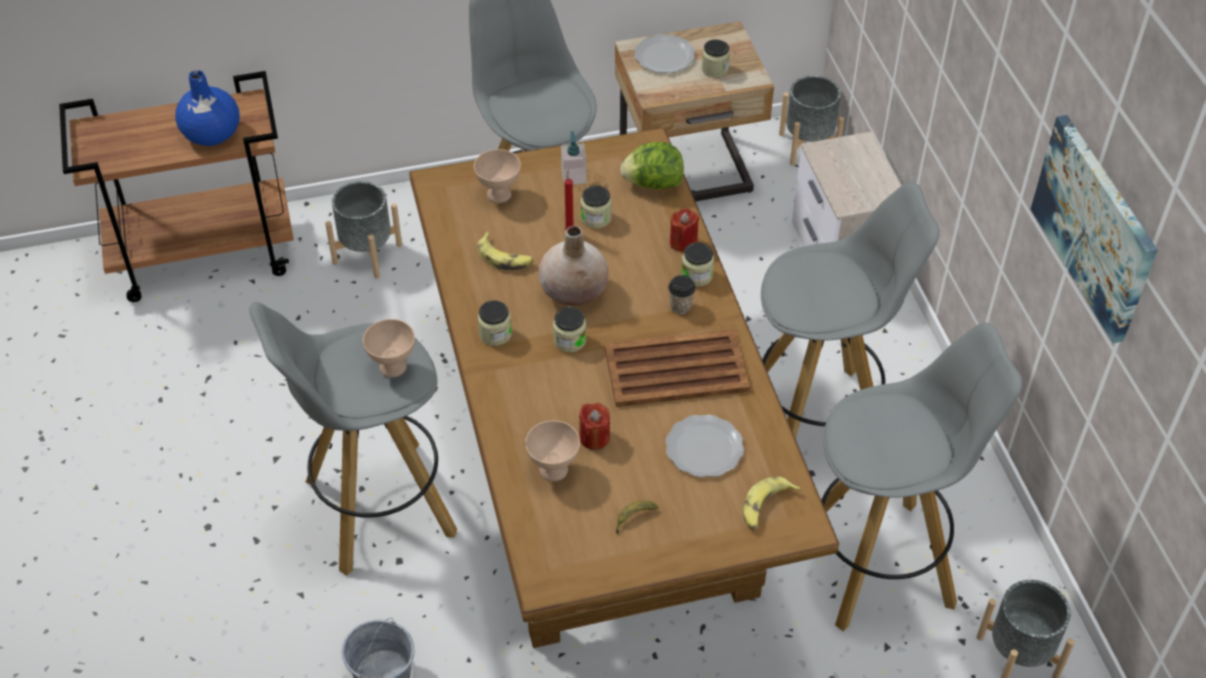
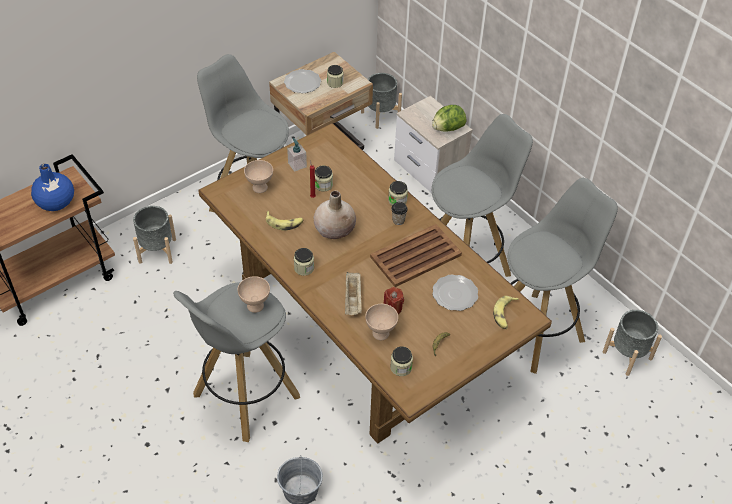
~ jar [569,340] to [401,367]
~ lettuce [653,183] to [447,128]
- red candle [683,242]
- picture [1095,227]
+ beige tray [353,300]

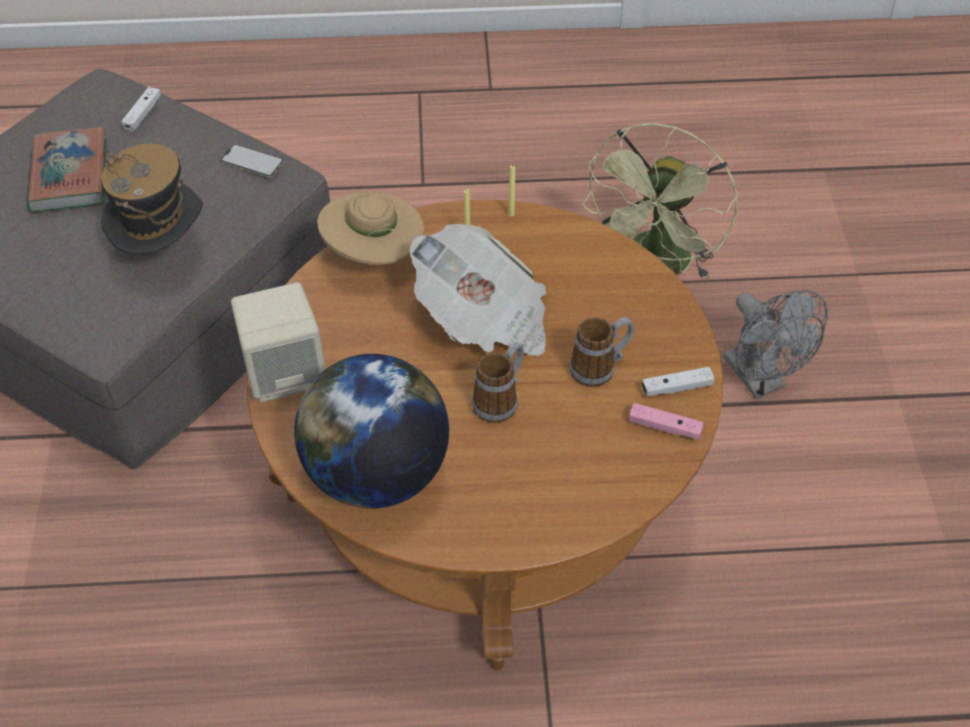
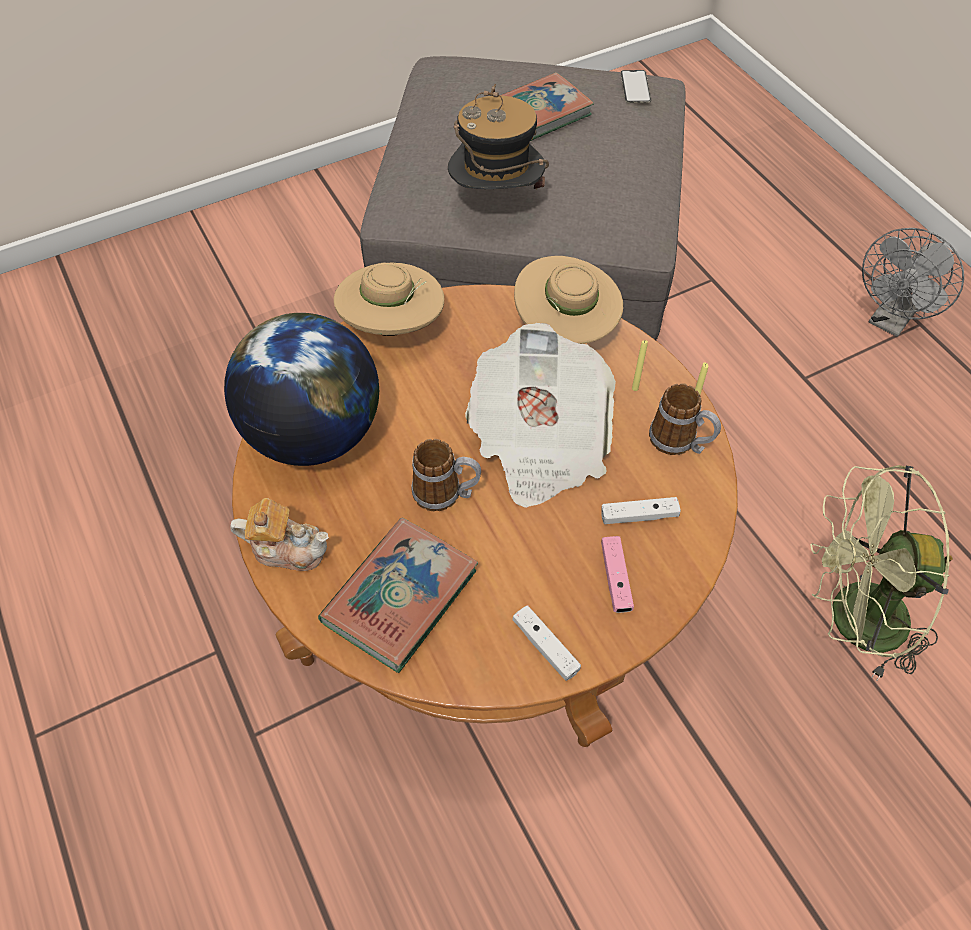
~ white game controller [143,114] to [639,516]
~ phone [252,161] to [635,87]
~ beige speaker [285,373] to beige hat [392,326]
~ mug [600,367] to [680,442]
~ pink game controller [664,427] to [615,579]
~ grey fan [760,380] to [890,321]
+ teapot [287,548]
+ book [400,597]

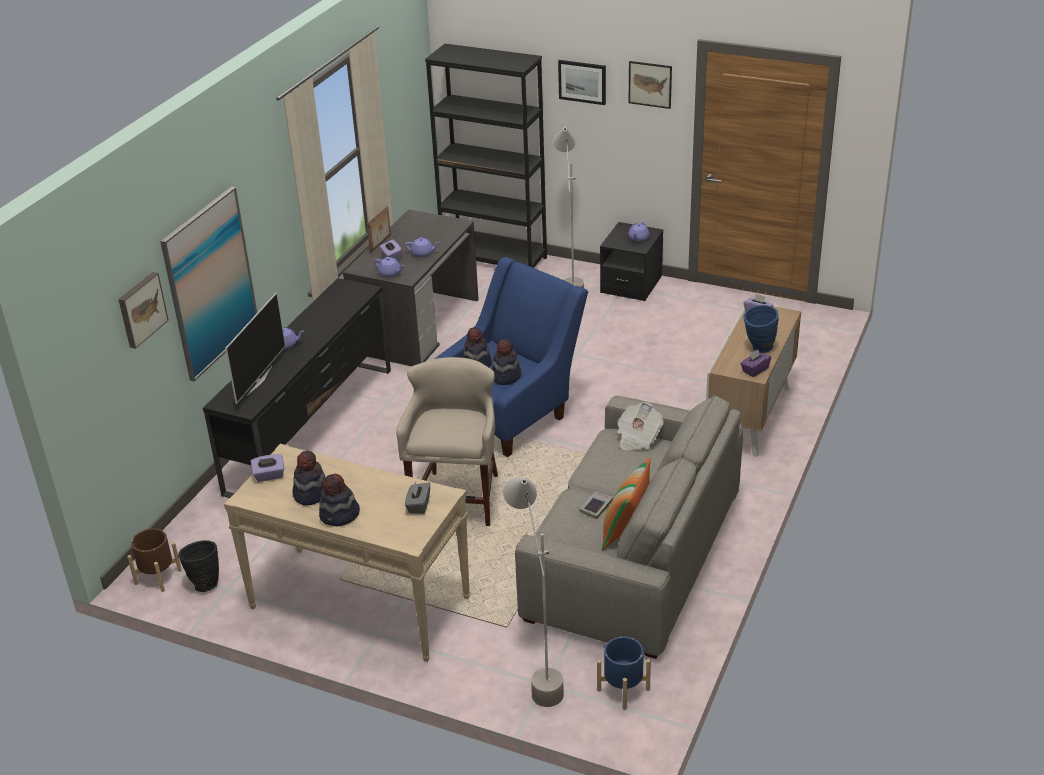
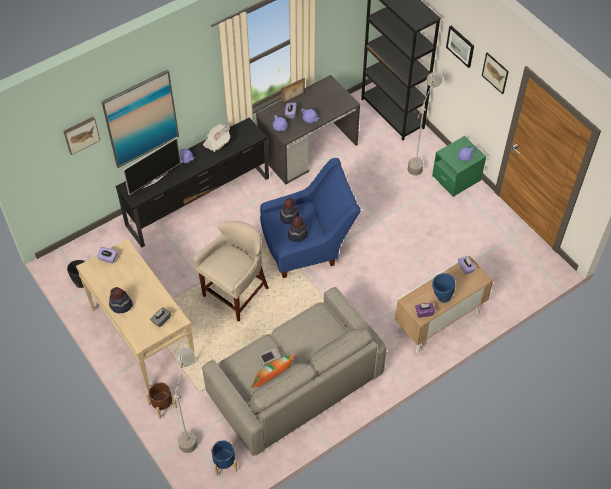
~ brown planter [158,577] to [162,406]
- hat [311,493]
~ black nightstand [631,285] to green nightstand [456,178]
~ newspaper [637,438] to [217,142]

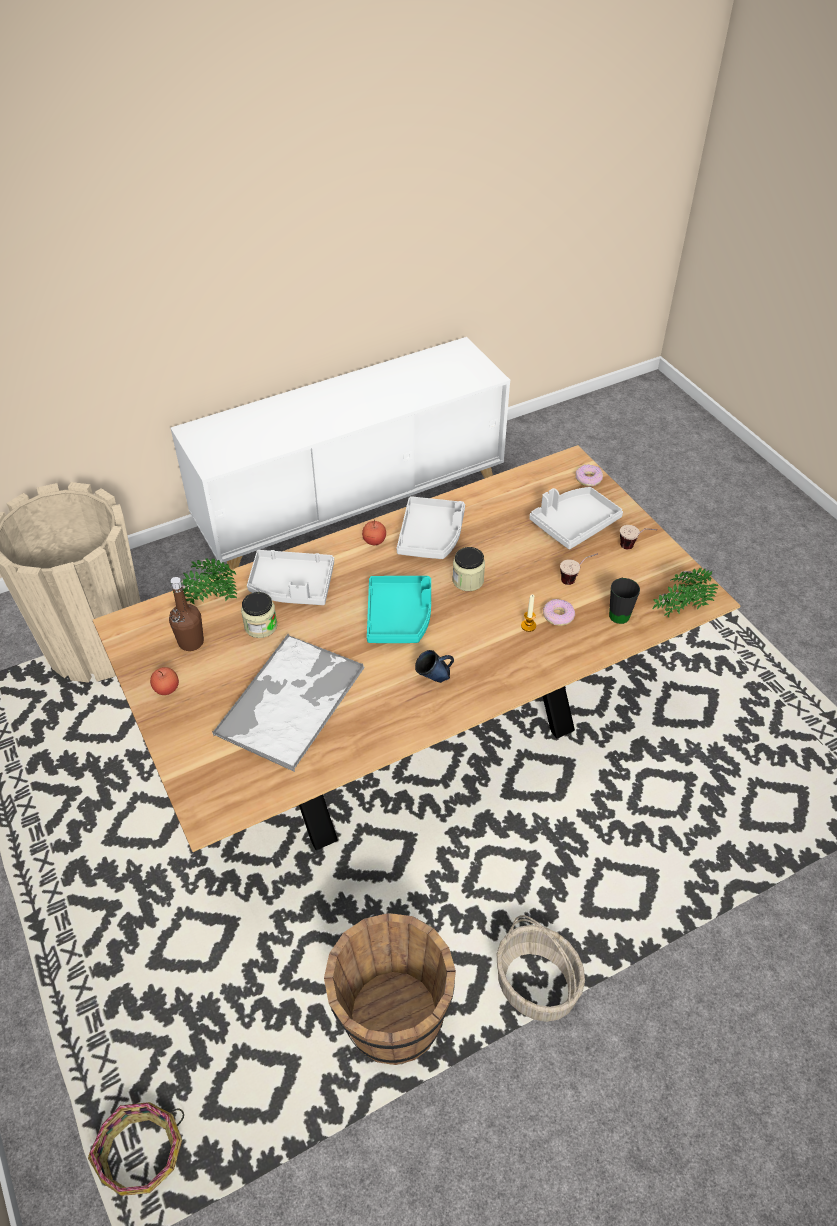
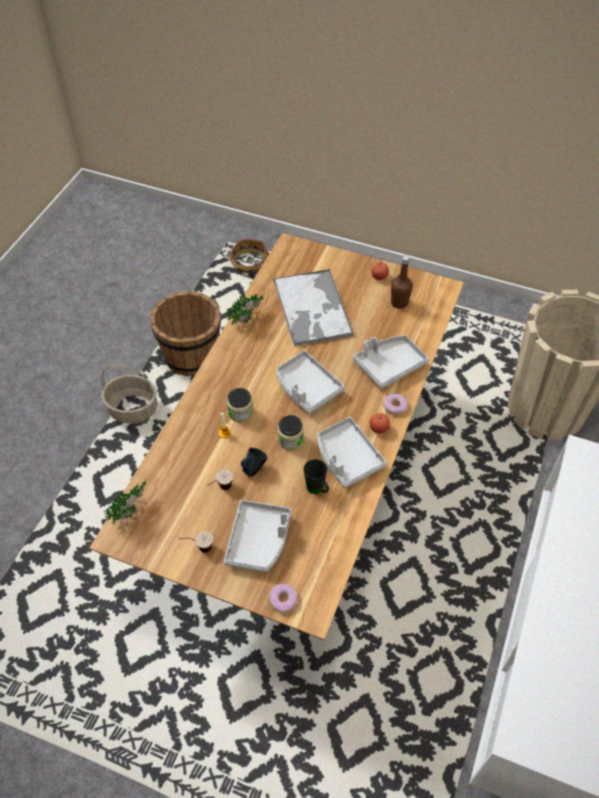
~ potted plant [209,599] to [248,319]
~ jar [260,626] to [240,412]
~ turquoise tray [399,617] to grey tray [306,388]
~ blue mug [434,679] to [254,469]
~ donut [558,616] to [395,406]
~ black mug [618,612] to [317,490]

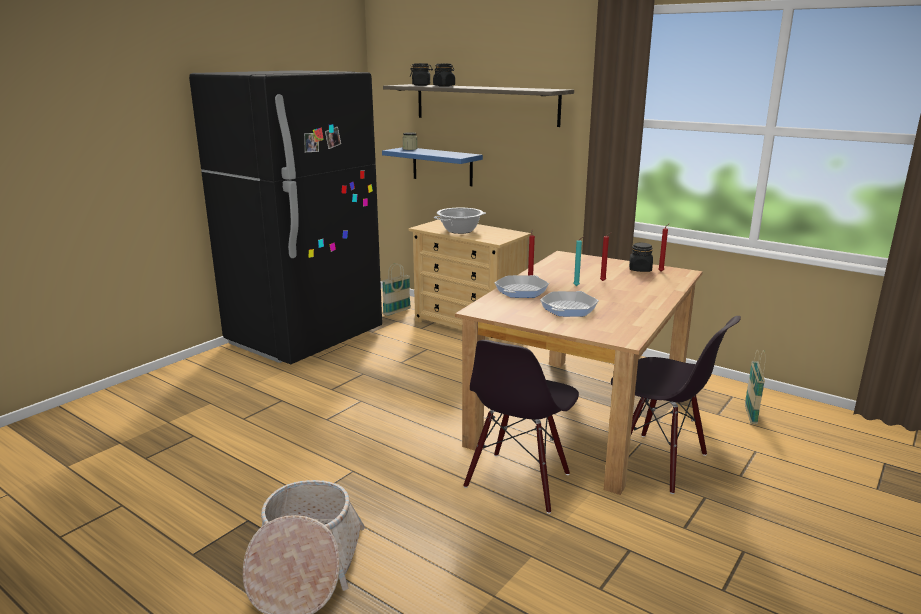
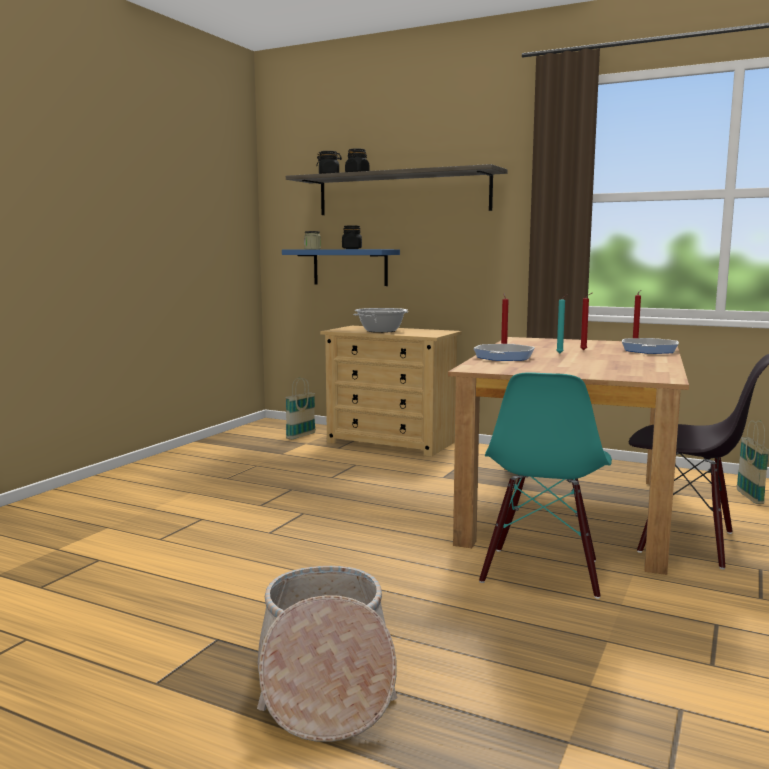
- black fridge [305,338]
~ black chair [518,481] to turquoise chair [541,572]
~ frying pan [568,308] to [649,350]
~ black jar [640,269] to [352,249]

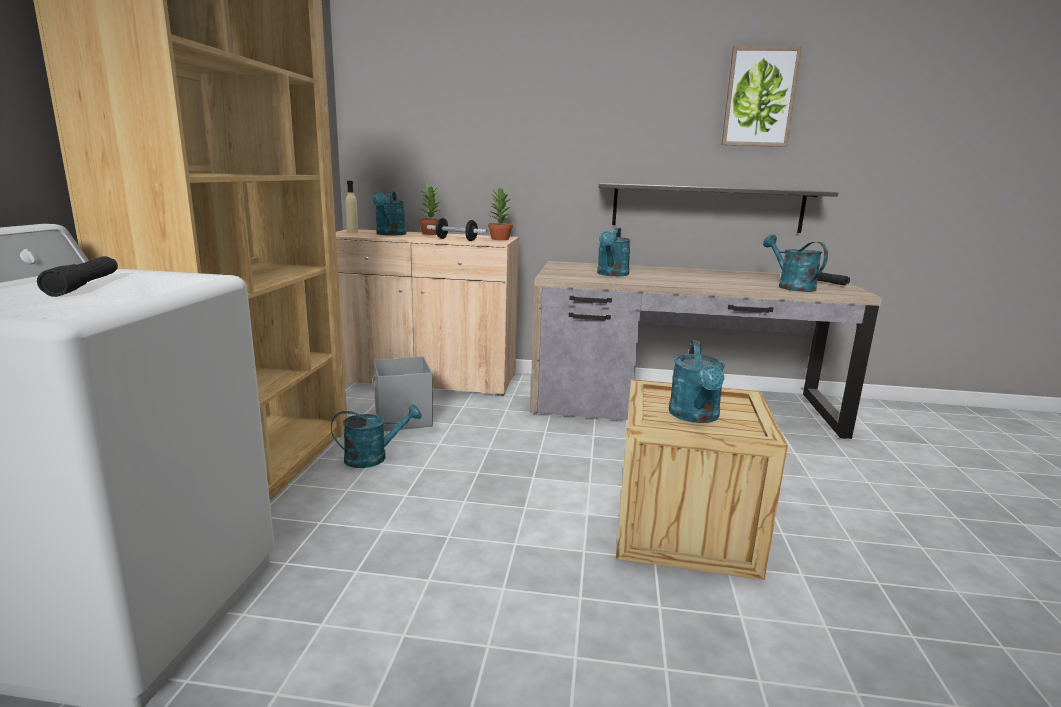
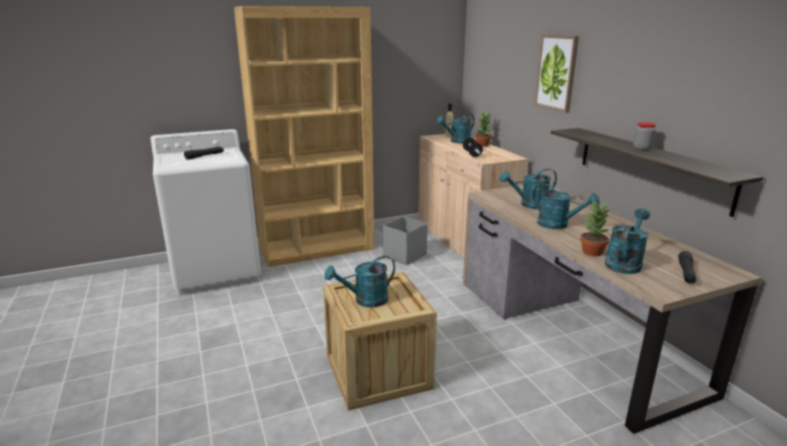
~ turquoise watering can [374,458] to [558,225]
~ potted plant [499,239] to [591,252]
~ picture [759,97] to [556,72]
+ jar [642,149]

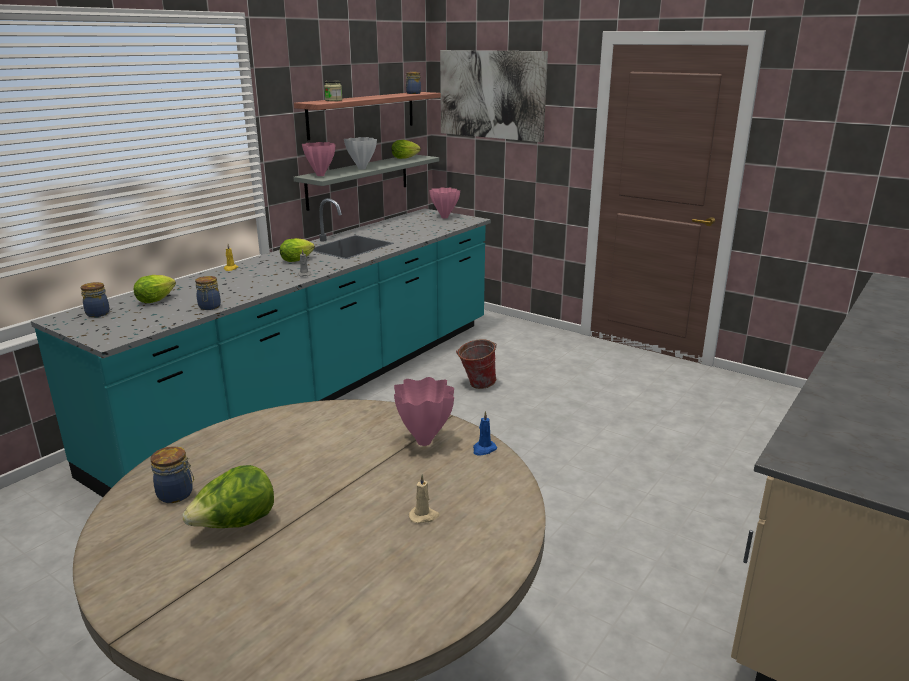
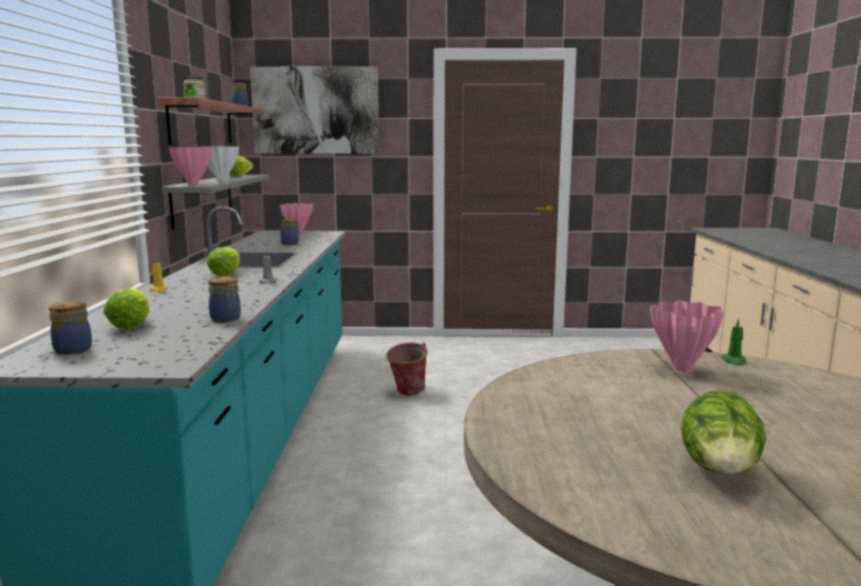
~ jar [177,494] to [290,244]
- beige candle [424,516]
~ blue candle [483,449] to green candle [734,361]

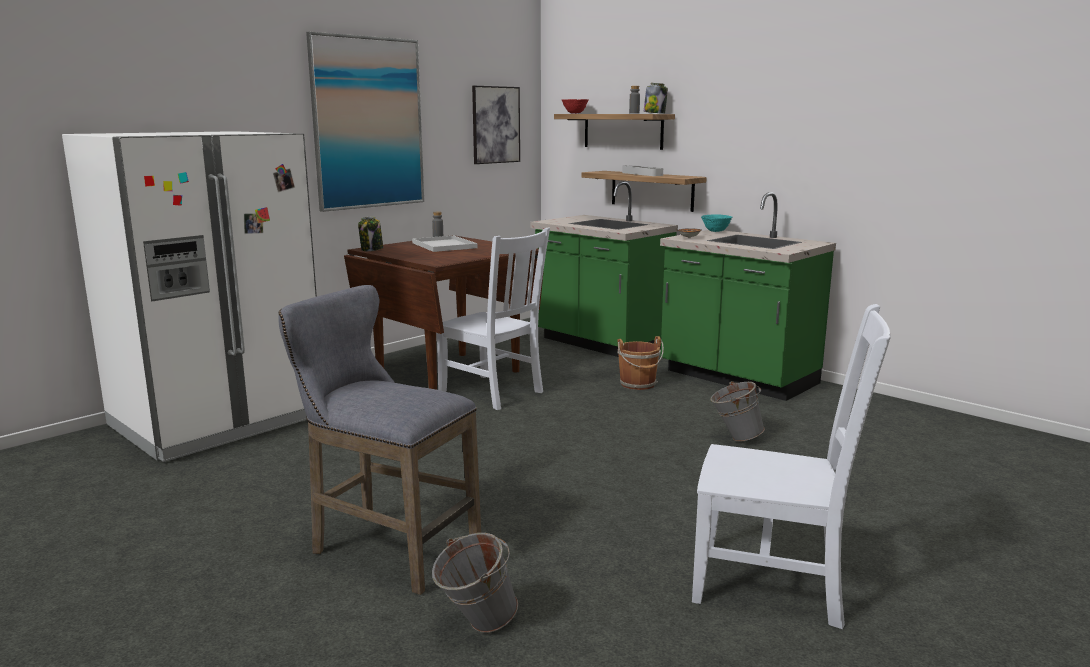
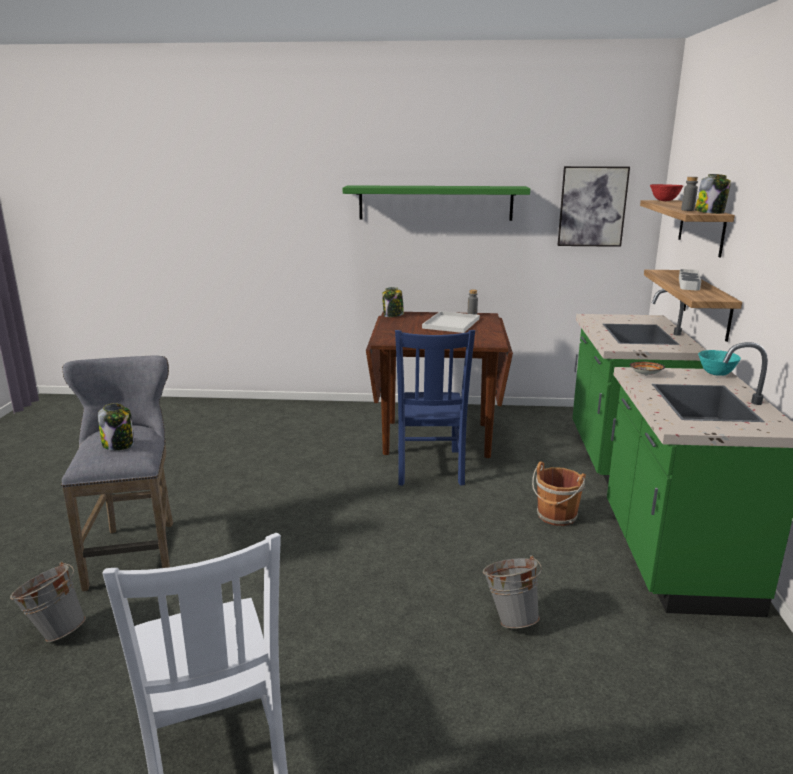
- white fridge [218,421]
~ picture [368,123] to green shelf [435,203]
~ white chair [493,392] to blue chair [429,468]
+ jar [119,444]

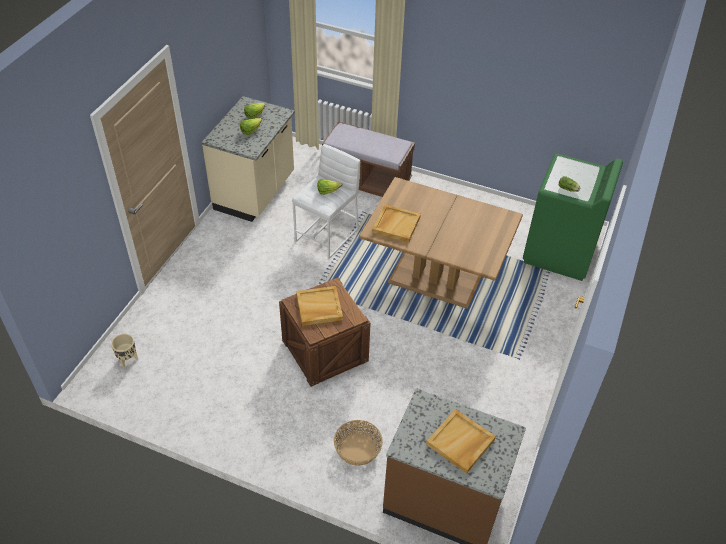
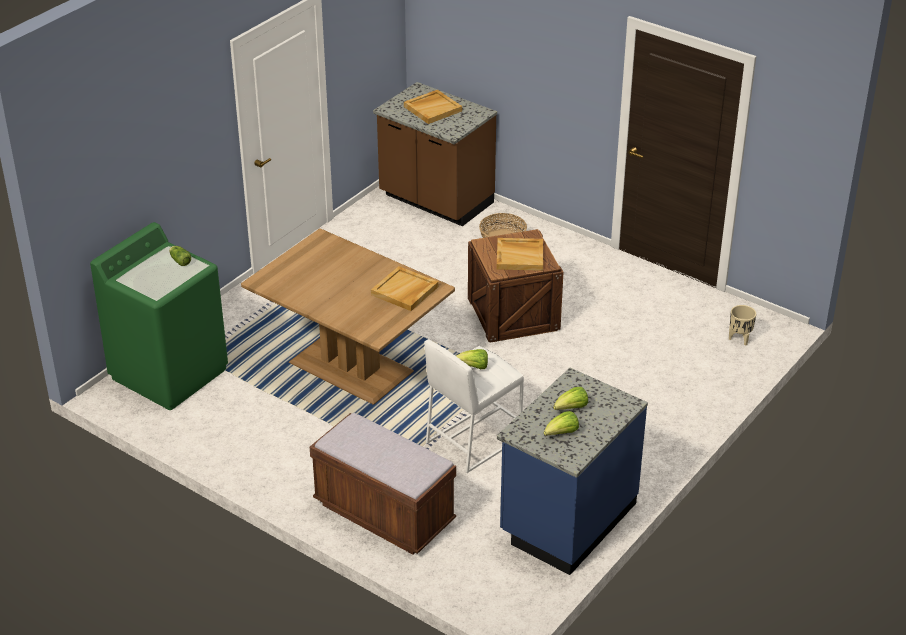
~ beige counter [255,193] to blue counter [567,519]

